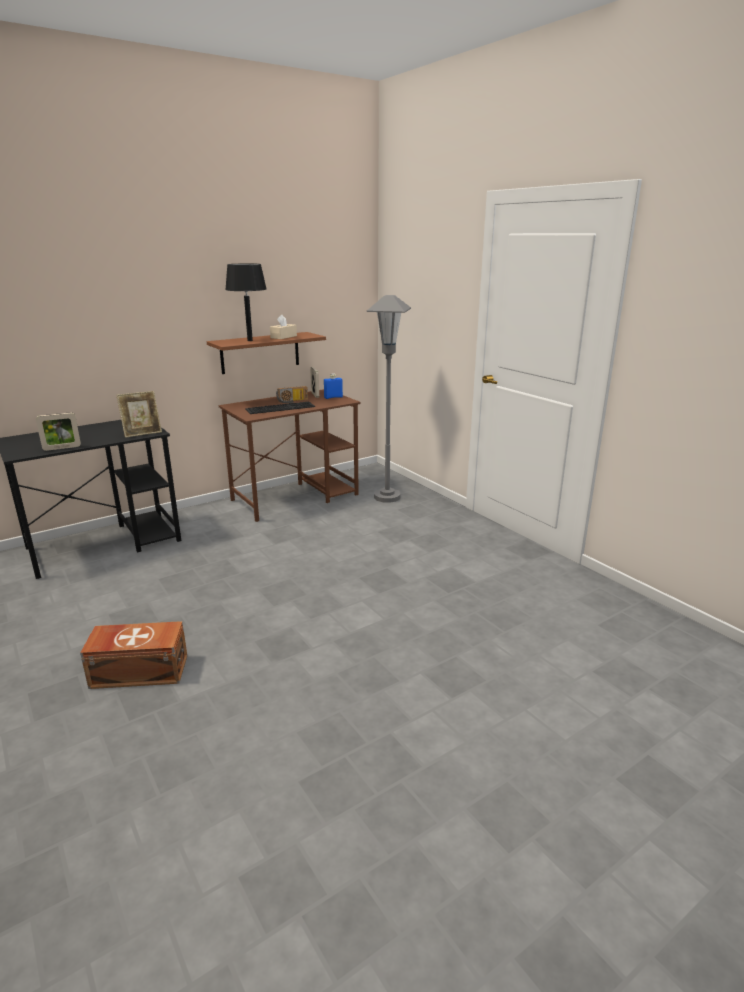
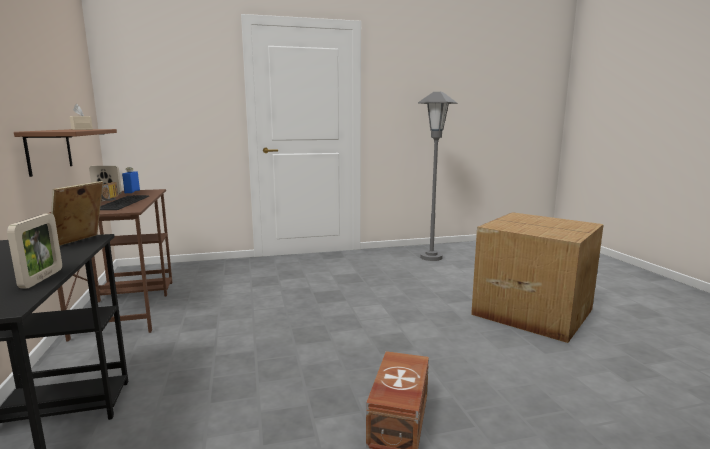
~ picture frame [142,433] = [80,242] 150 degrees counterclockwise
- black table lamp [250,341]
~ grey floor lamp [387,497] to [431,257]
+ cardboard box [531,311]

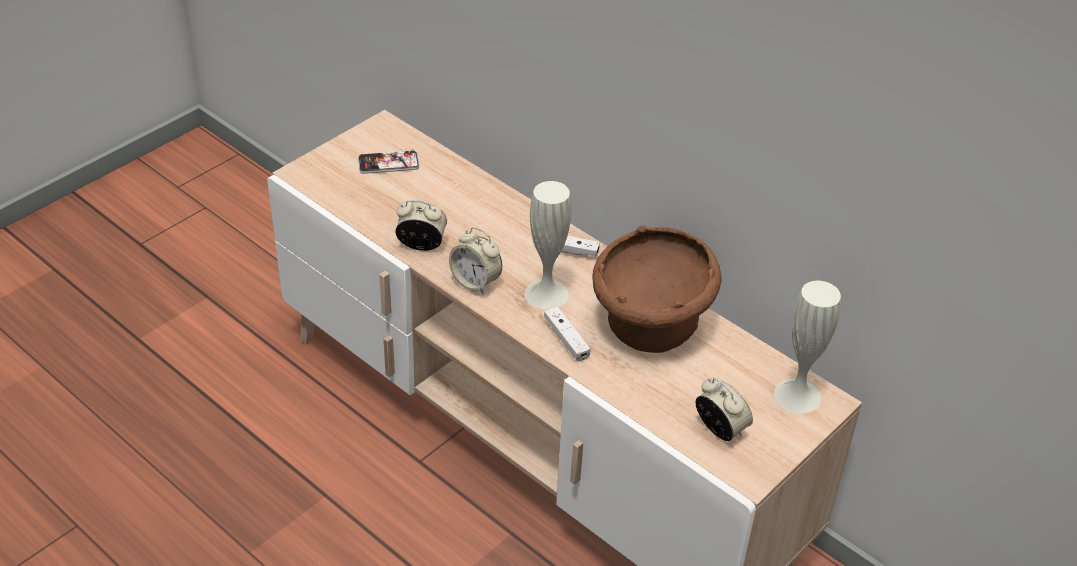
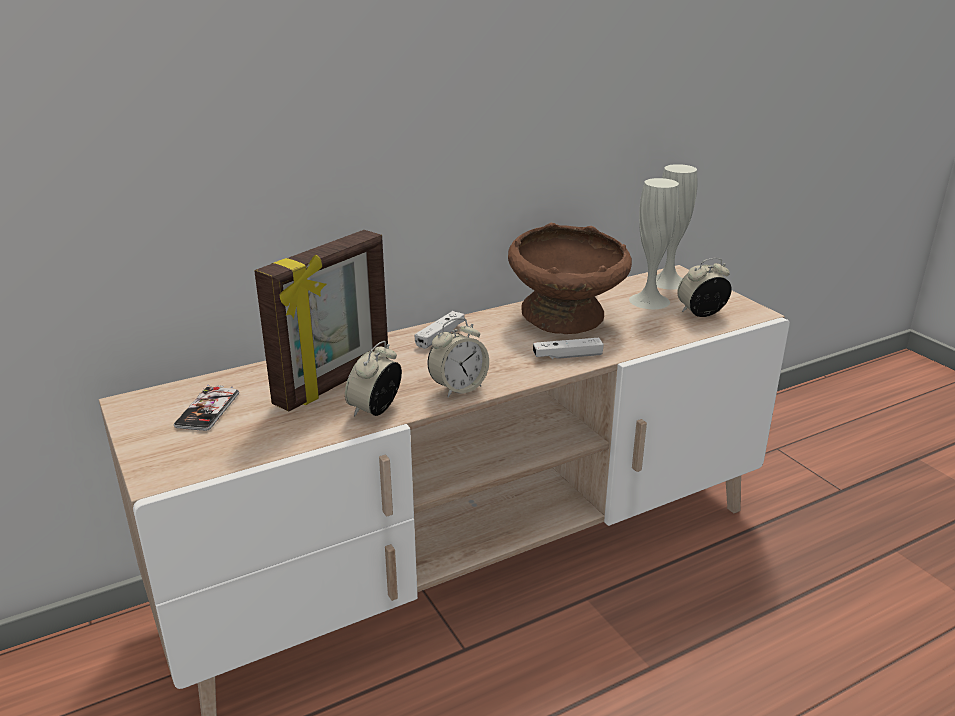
~ white vase [546,294] to [649,301]
+ picture frame [335,383]

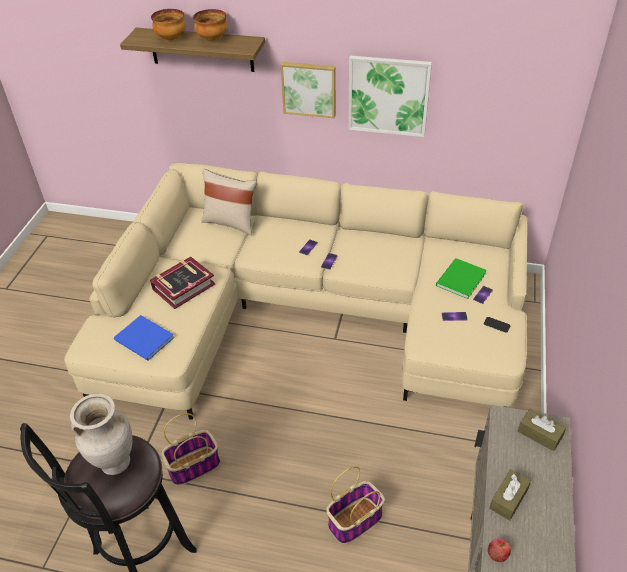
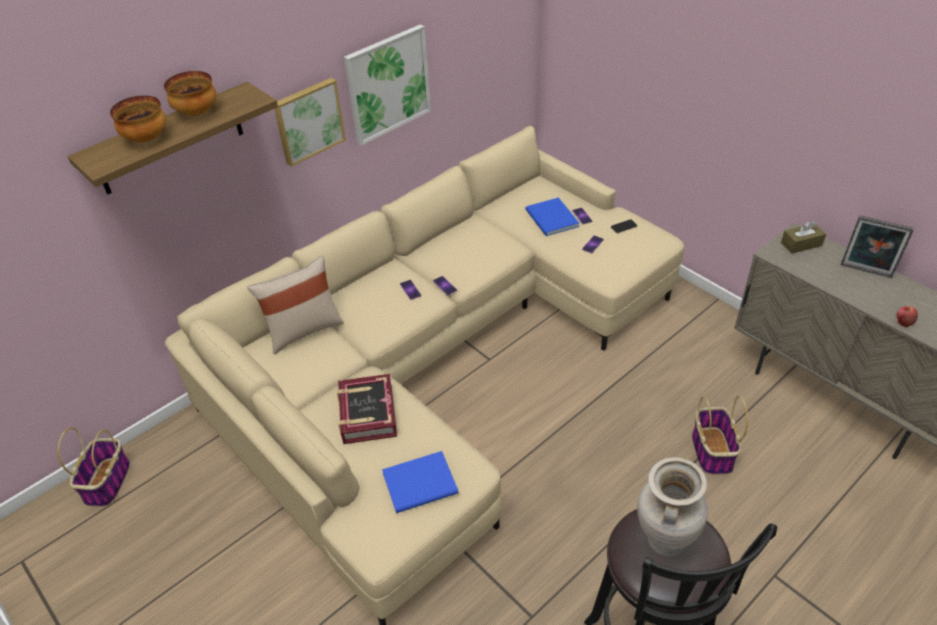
~ basket [194,465] to [107,481]
~ green book [459,280] to blue book [551,219]
- brown tissue box [508,499]
+ picture frame [865,272]

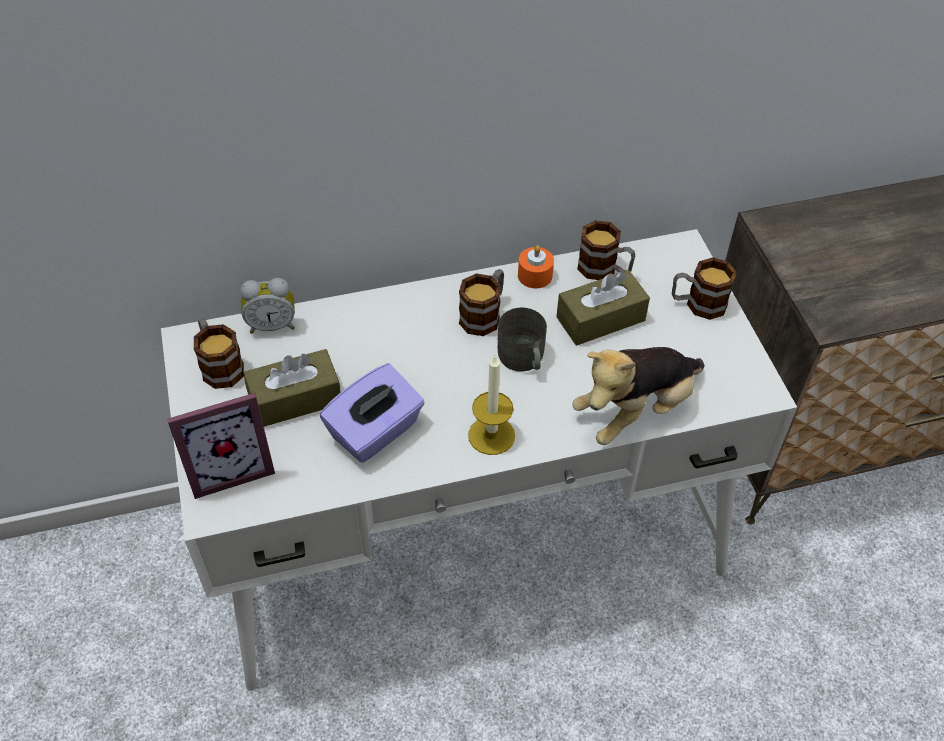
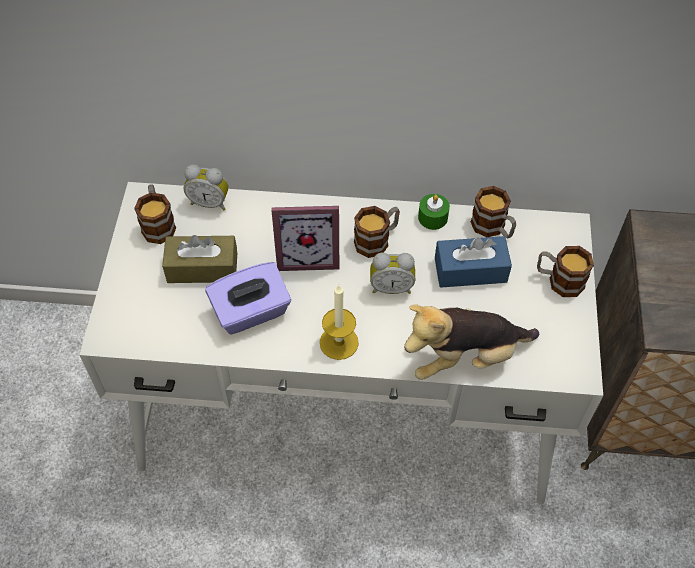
~ picture frame [229,467] to [308,255]
~ grey mug [522,360] to alarm clock [391,287]
~ orange candle [535,275] to green candle [432,217]
~ brown tissue box [600,319] to blue tissue box [470,270]

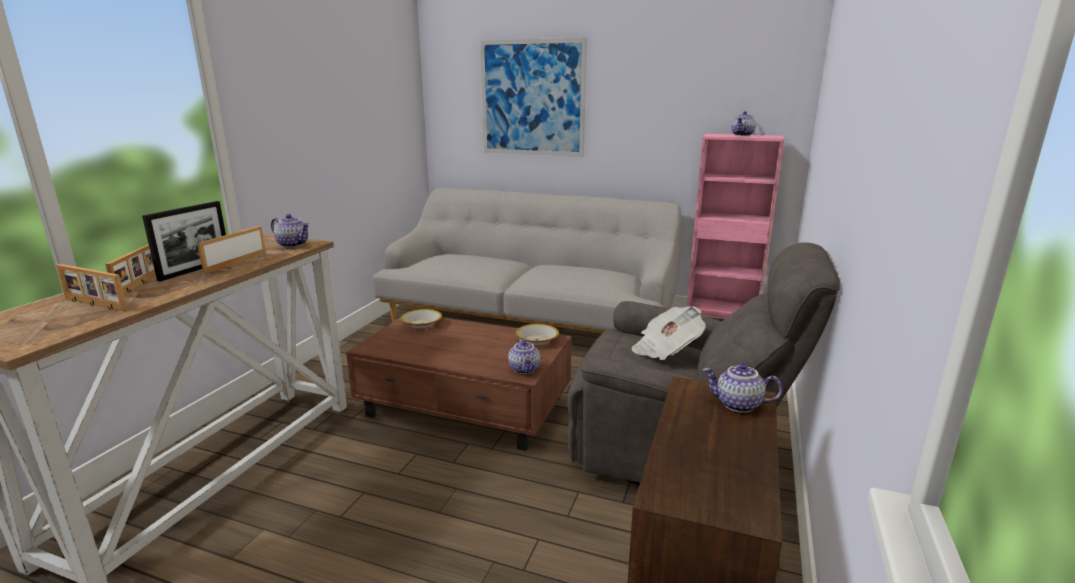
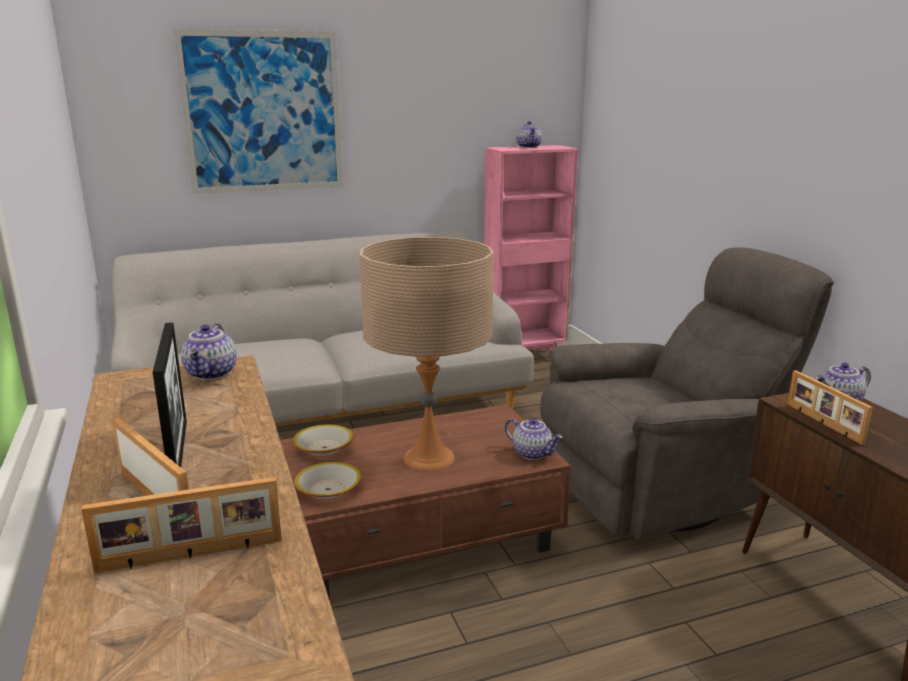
~ picture frame [235,262] to [822,423]
~ teapot [293,244] = [212,374] 105 degrees clockwise
~ bowl [536,340] to [328,490]
- newspaper [666,349]
+ beige table lamp [429,458]

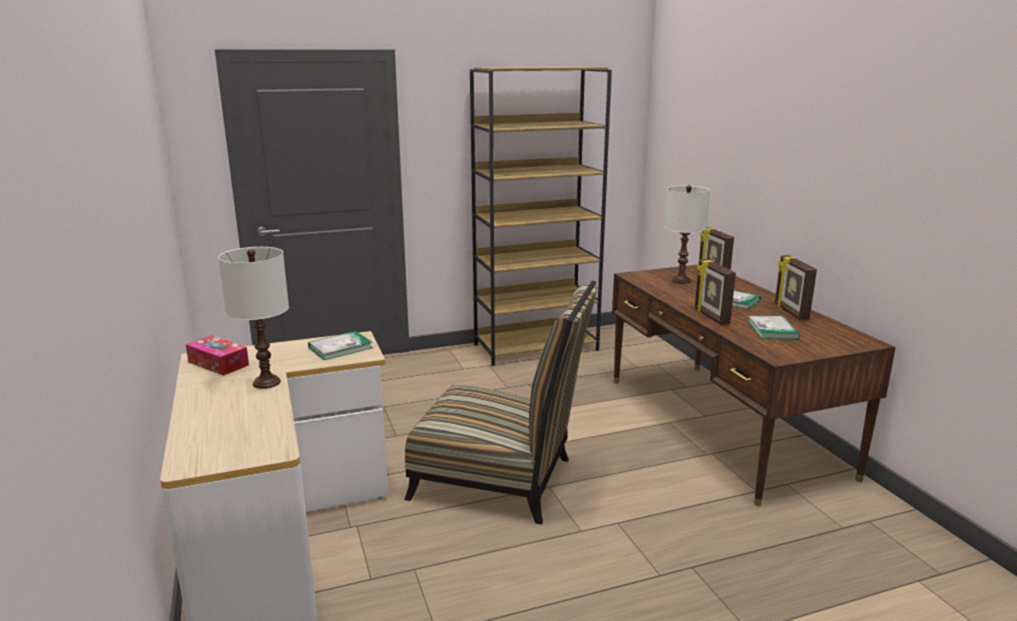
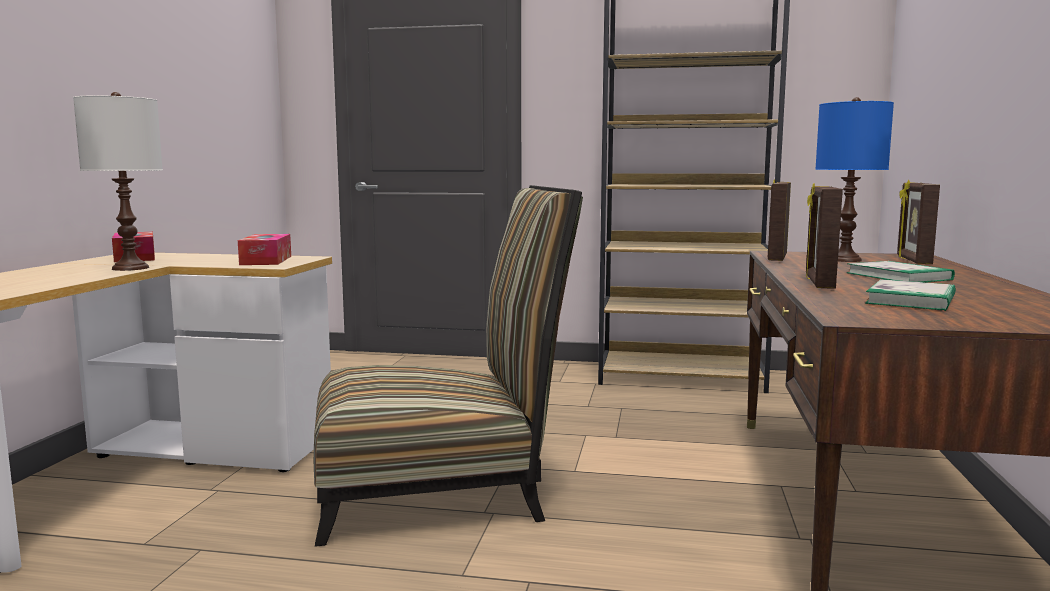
~ book [340,348] to tissue box [266,260]
~ chair [502,480] = [442,491] 60 degrees counterclockwise
~ white table lamp [681,280] to blue table lamp [845,260]
~ picture frame [790,312] to [776,257]

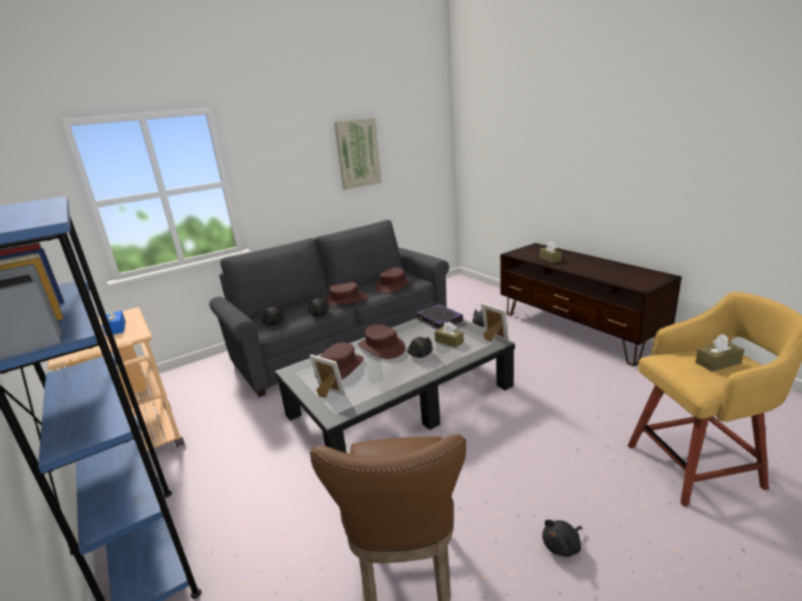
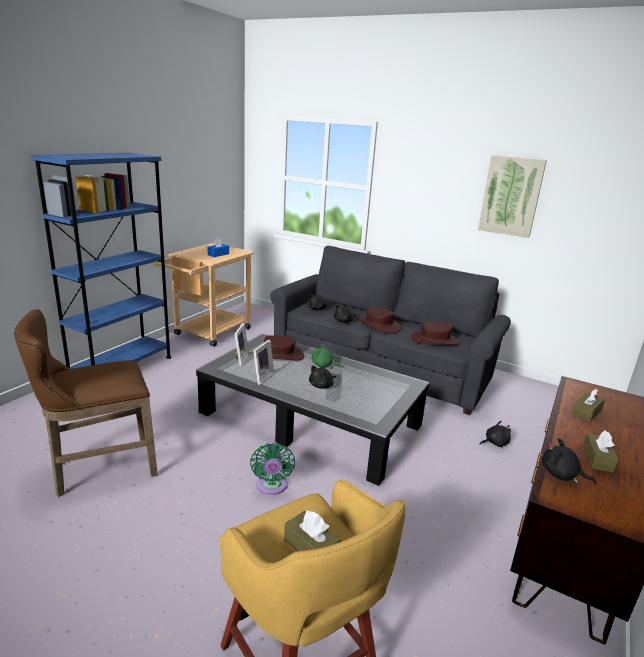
~ brown hat [382,347] to green plush toy [323,365]
- book [439,320]
~ brown tissue box [449,342] to [597,459]
~ picture frame [493,339] to [261,377]
~ black plush toy [562,546] to [561,475]
+ green fan [271,486]

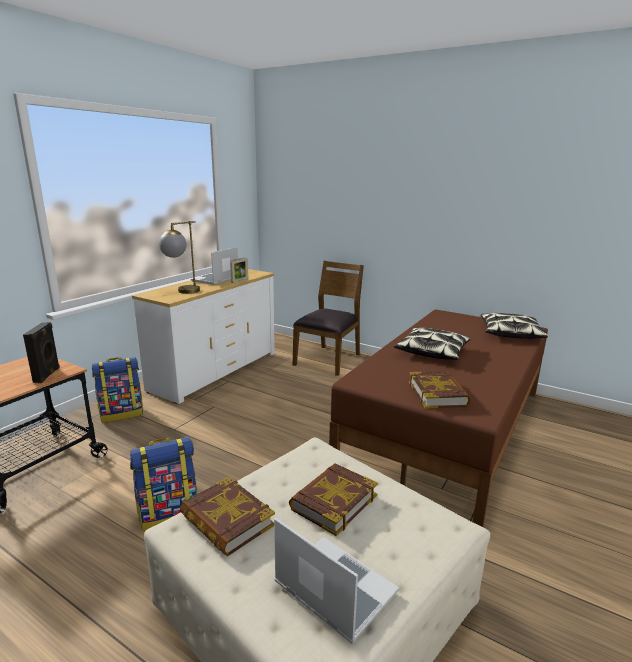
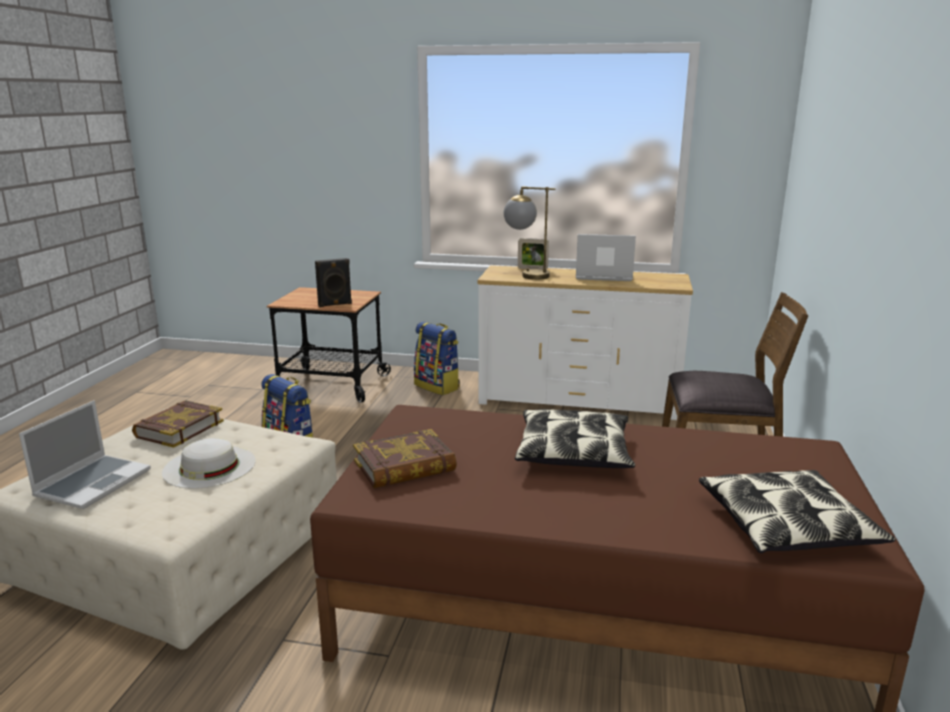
~ picture frame [240,281] to [532,269]
~ book [333,502] to white hat [209,466]

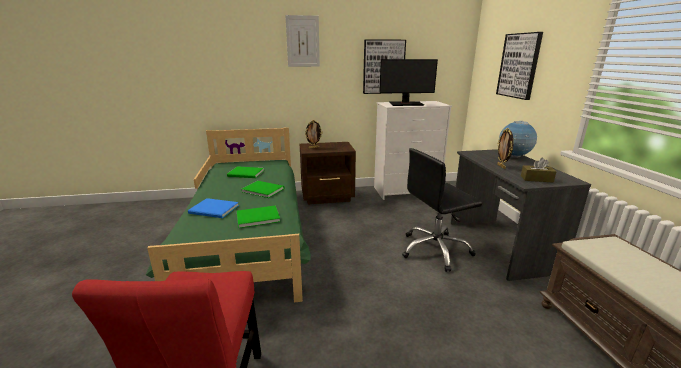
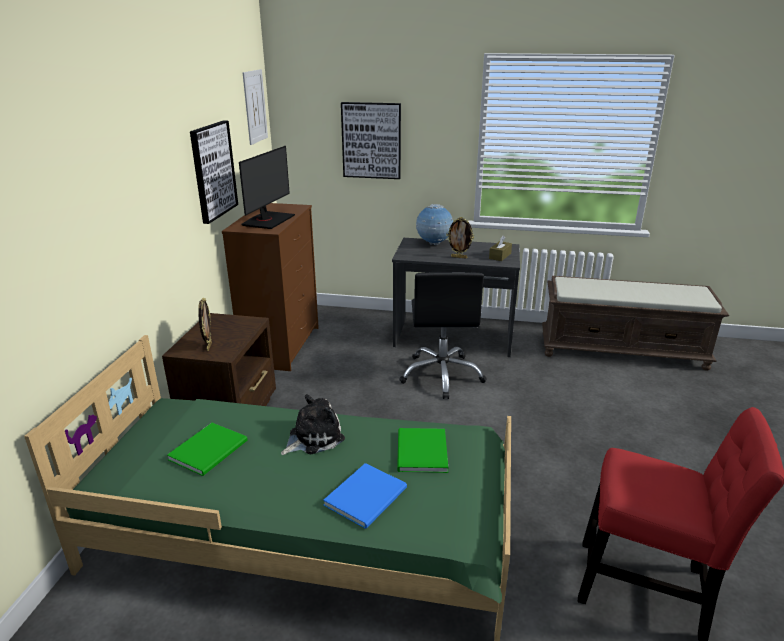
~ green book [262,189] to plush toy [313,437]
~ picture [303,41] to [255,106]
~ white dresser [406,191] to brown dresser [281,345]

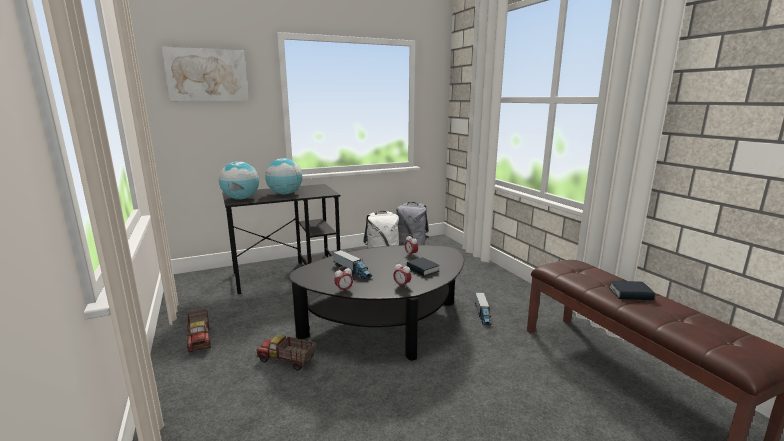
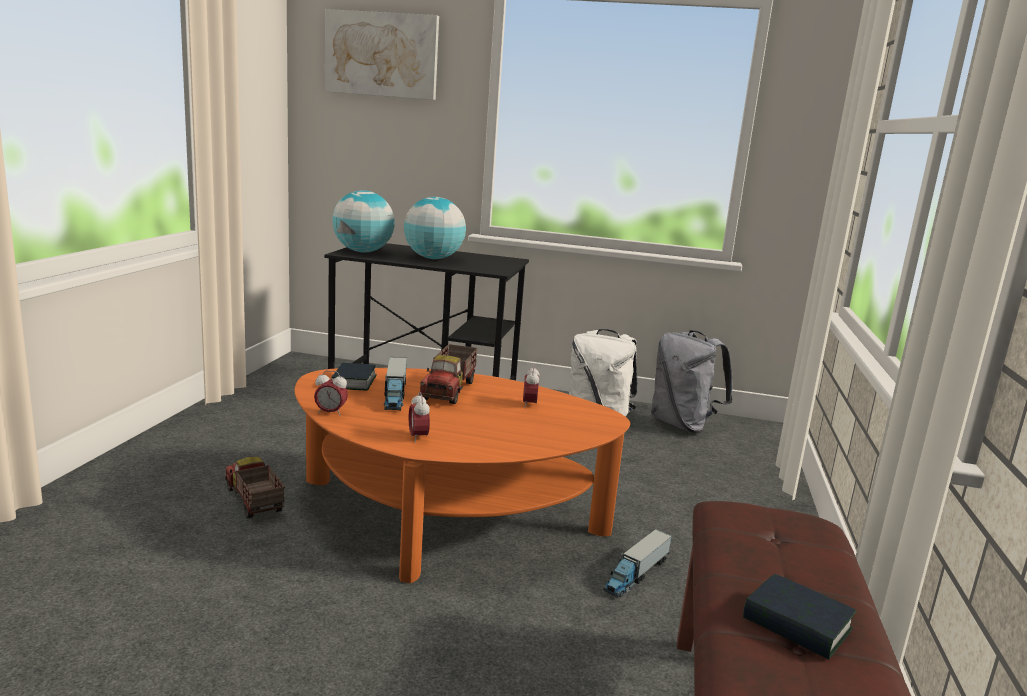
~ toy truck [200,339] to [450,390]
~ black coffee table [386,325] to orange coffee table [445,518]
~ book [422,270] to [353,382]

